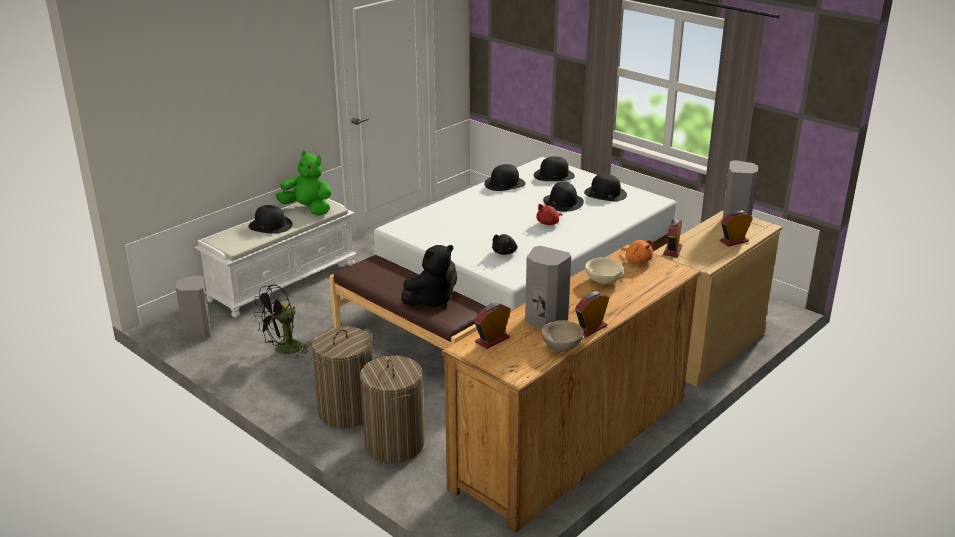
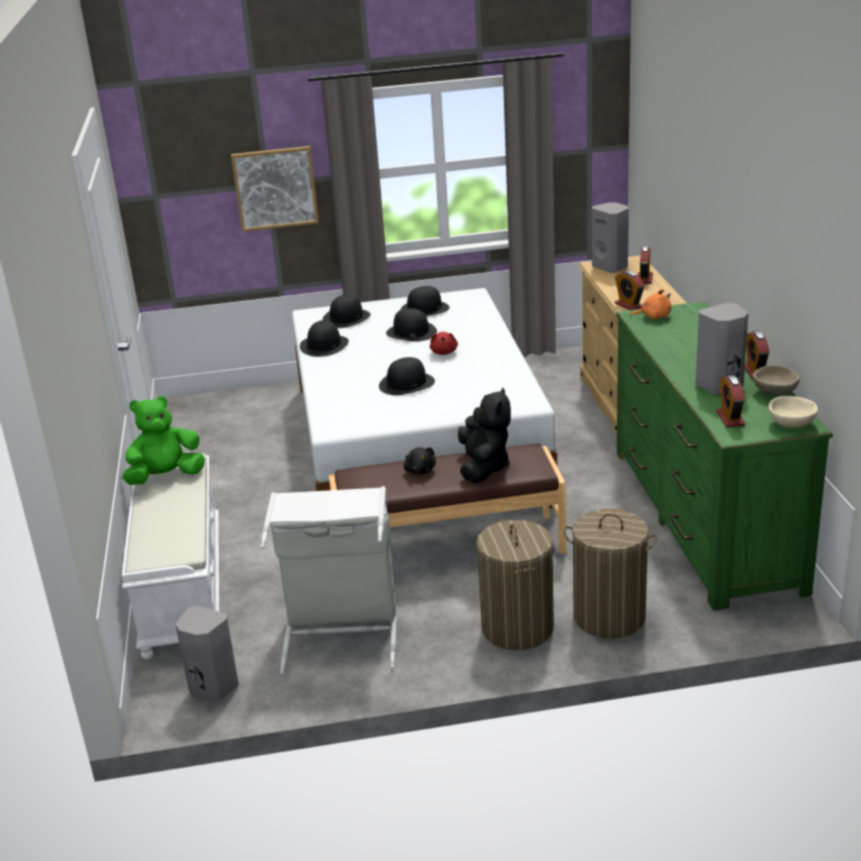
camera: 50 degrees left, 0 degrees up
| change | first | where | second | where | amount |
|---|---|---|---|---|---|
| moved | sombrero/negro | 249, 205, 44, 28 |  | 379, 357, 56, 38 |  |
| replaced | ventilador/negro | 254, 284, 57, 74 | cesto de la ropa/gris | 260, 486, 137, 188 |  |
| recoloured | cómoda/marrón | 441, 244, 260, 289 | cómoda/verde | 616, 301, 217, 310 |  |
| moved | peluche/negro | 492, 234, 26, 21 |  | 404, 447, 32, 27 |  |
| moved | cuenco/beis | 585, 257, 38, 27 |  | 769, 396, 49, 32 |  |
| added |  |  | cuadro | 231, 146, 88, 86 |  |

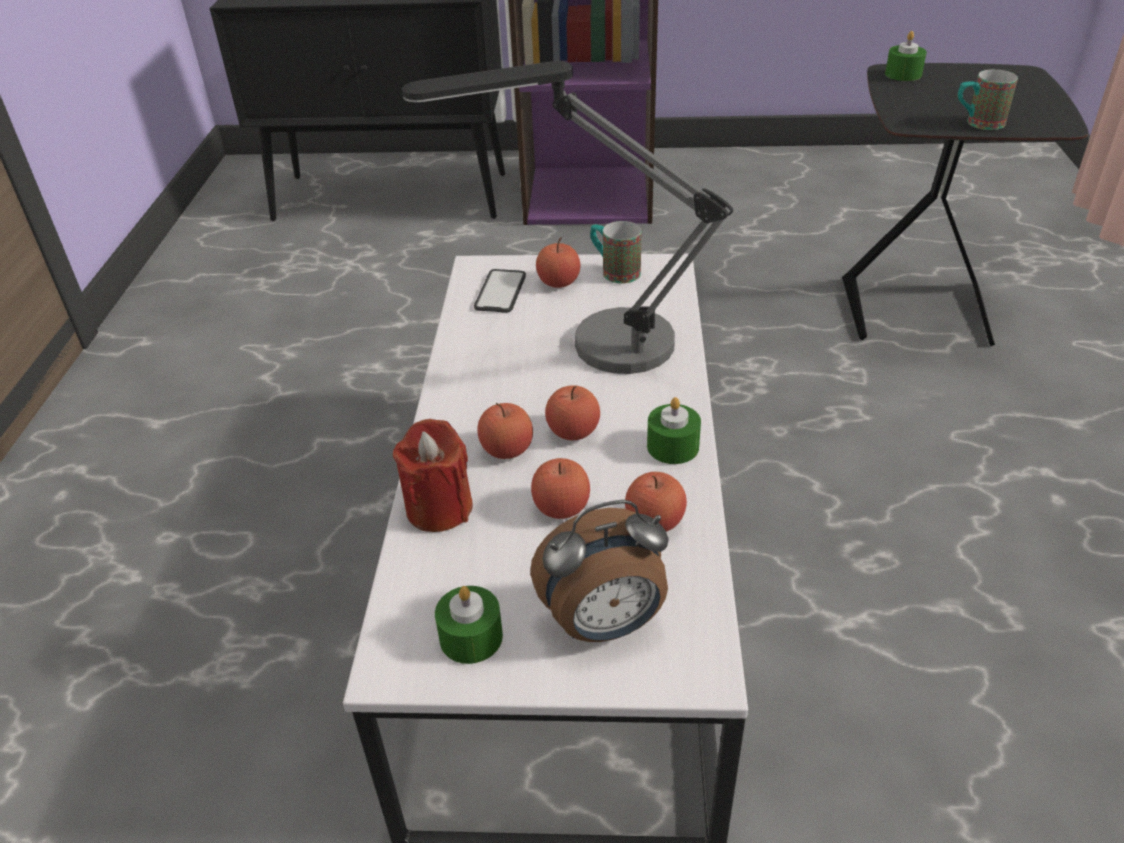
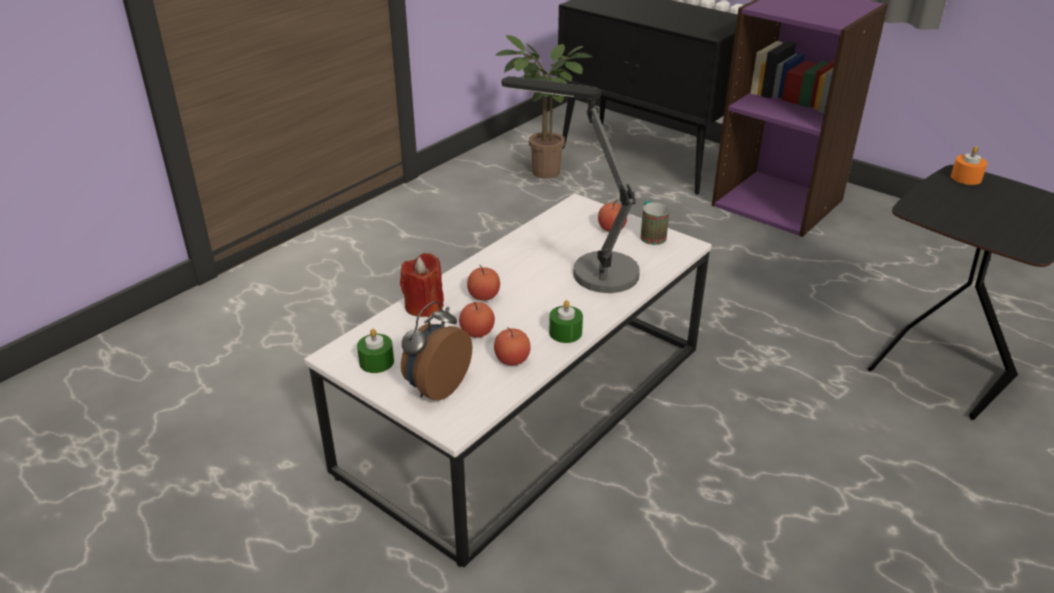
camera: 35 degrees right, 5 degrees down
| change | first | where | second | where | amount |
|---|---|---|---|---|---|
| removed | móvil | 474, 269, 52, 44 |  |  |  |
| turned | despertador | 530, 500, 139, 142 |  | 401, 301, 72, 100 | 105 degrees clockwise |
| removed | manzana | 545, 385, 55, 55 |  |  |  |
| recoloured | vela/verde | 885, 31, 42, 50 | vela/naranja | 951, 146, 37, 39 |  |
| removed | taza grande | 958, 69, 60, 61 |  |  |  |
| added |  |  | planta en maceta | 495, 35, 98, 144 |  |

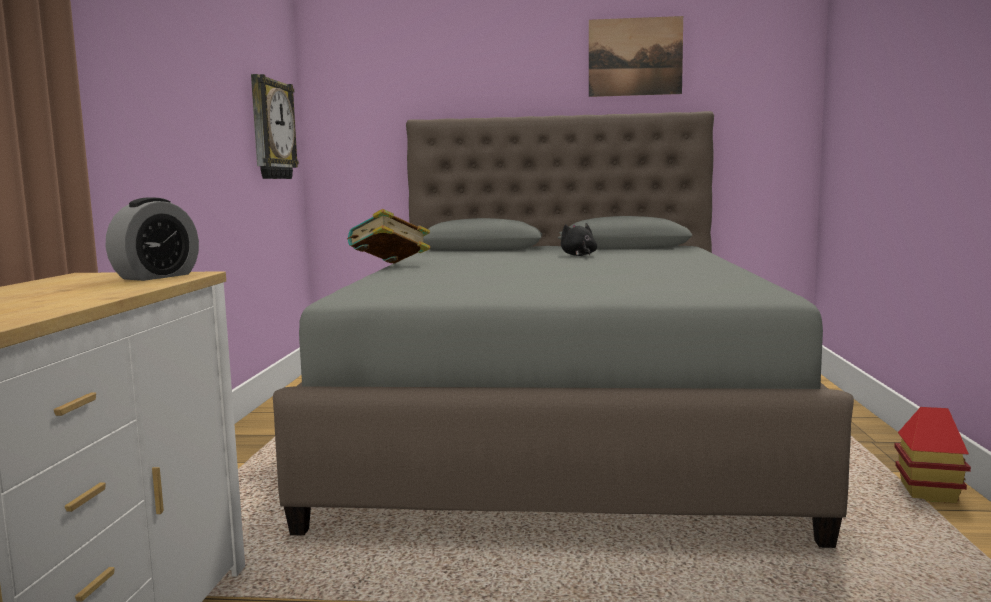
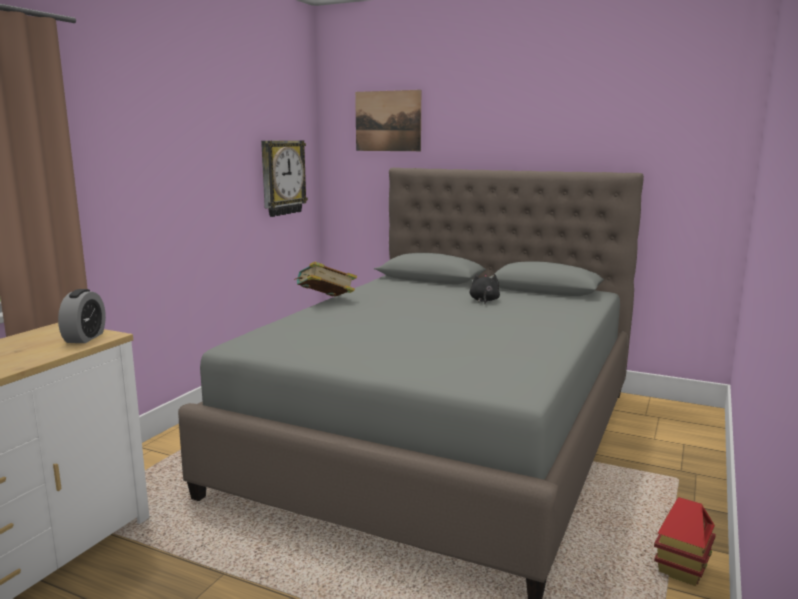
camera: 20 degrees right, 5 degrees up
| change | first | where | second | where | amount |
|---|---|---|---|---|---|
| turned | despertador | 106, 198, 93, 83 |  | 58, 289, 48, 54 | 45 degrees counterclockwise |
| moved | cuadro | 589, 16, 94, 81 |  | 355, 90, 66, 61 |  |

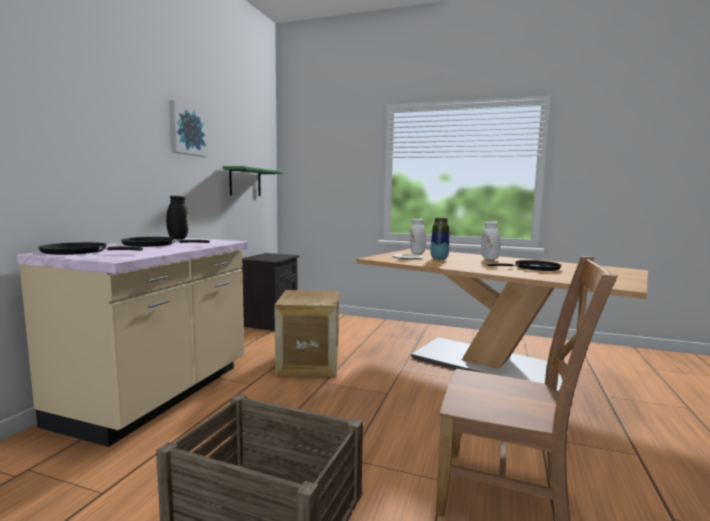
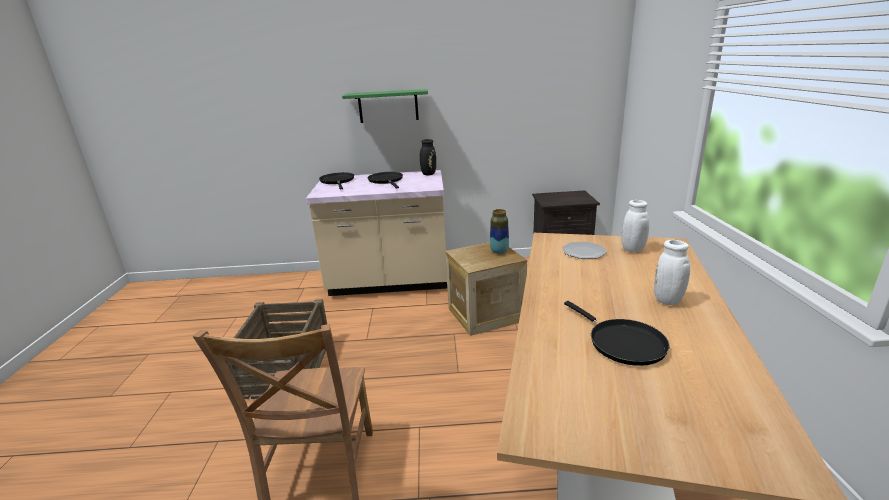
camera: 70 degrees right, 15 degrees up
| change | first | where | second | where | amount |
|---|---|---|---|---|---|
| removed | cuadro | 169, 100, 39, 57 |  |  |  |
| moved | estante/verde | 223, 166, 60, 30 |  | 342, 89, 86, 34 |  |
| moved | florero | 431, 218, 18, 42 |  | 490, 209, 19, 45 |  |

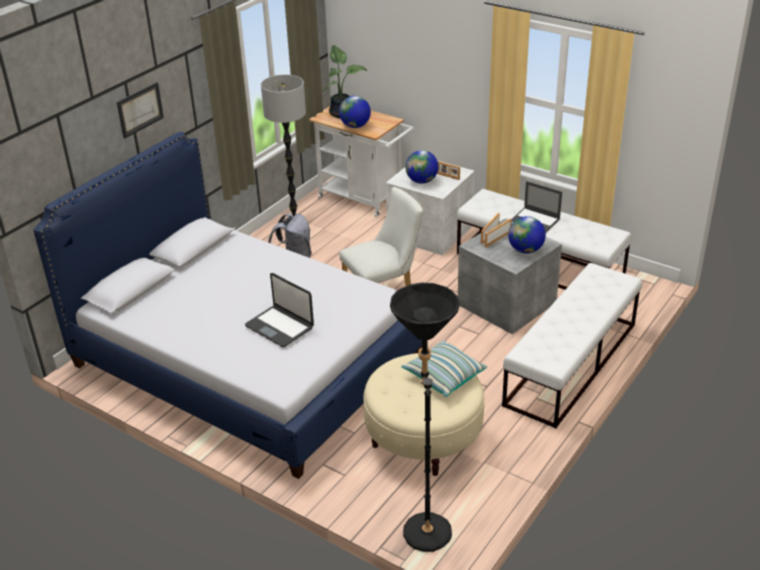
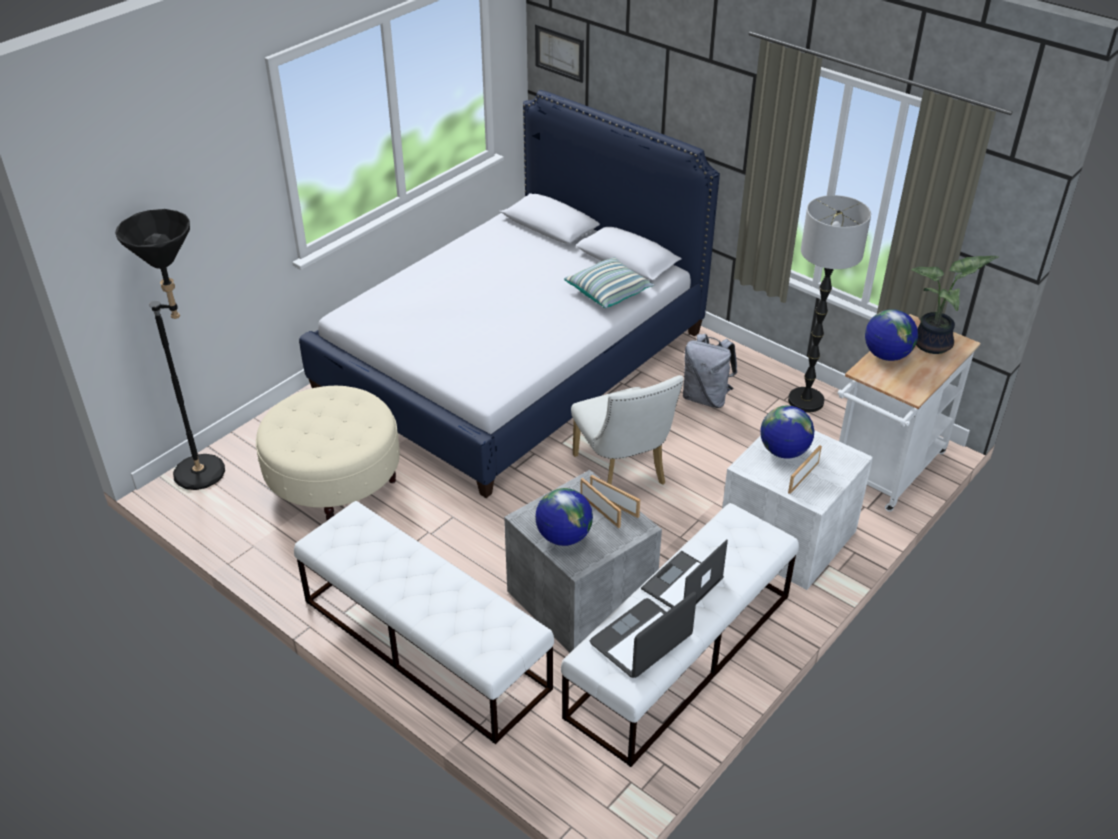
camera: 95 degrees right, 5 degrees up
| change | first | where | second | where | amount |
|---|---|---|---|---|---|
| moved | cuadro | 117, 82, 47, 57 |  | 535, 24, 49, 59 |  |
| moved | portátil | 245, 273, 69, 74 |  | 590, 592, 107, 86 |  |
| moved | cojín | 401, 340, 86, 57 |  | 564, 257, 90, 51 |  |

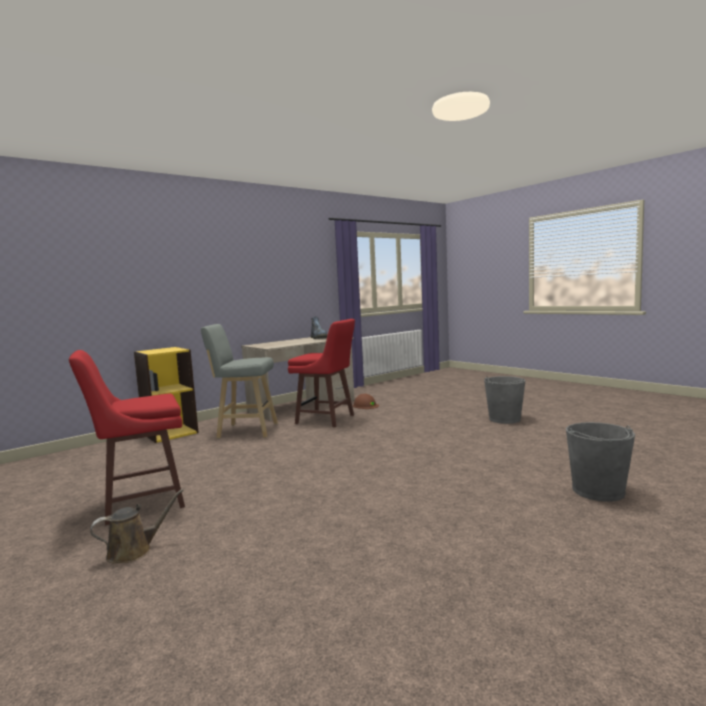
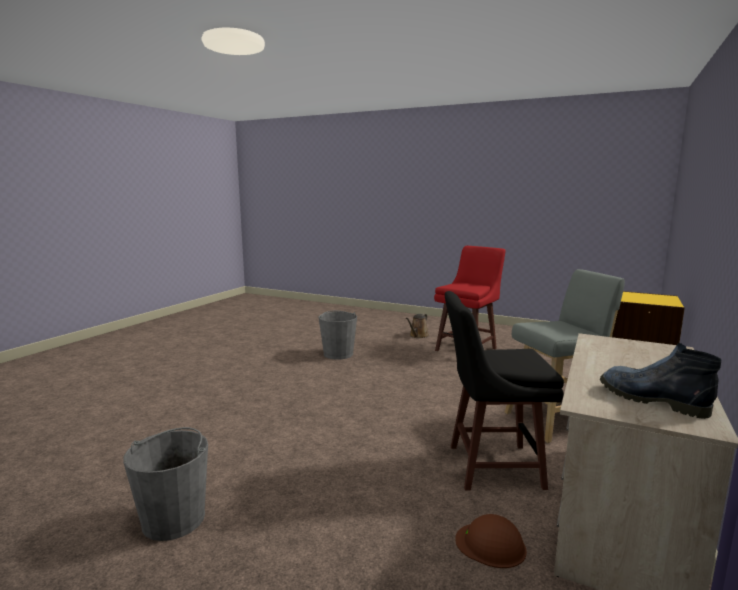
camera: 155 degrees right, 5 degrees up
| change | first | where | second | where | amount |
|---|---|---|---|---|---|
| recoloured | taburete/rojo | 288, 319, 67, 108 | taburete/negro | 445, 291, 119, 199 |  |
| moved | cubo/gris | 566, 422, 69, 80 |  | 319, 311, 38, 49 |  |

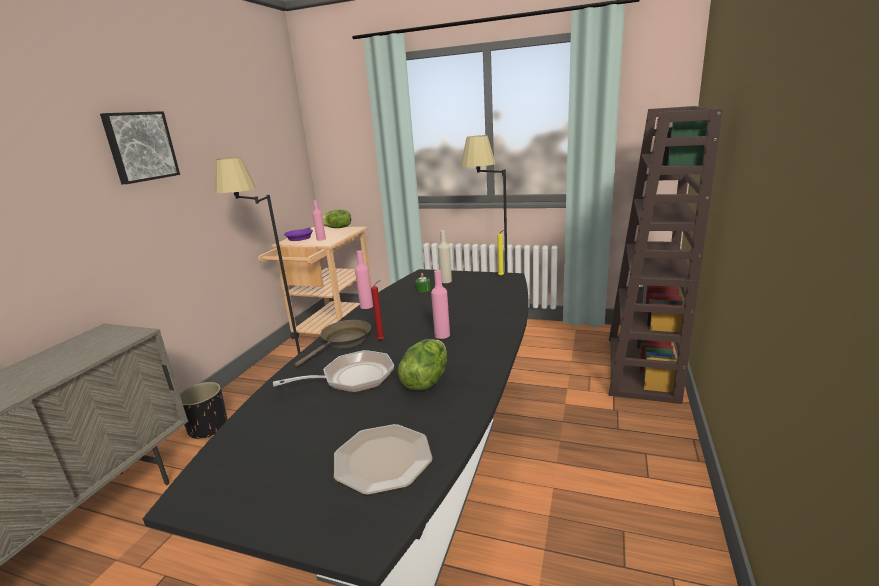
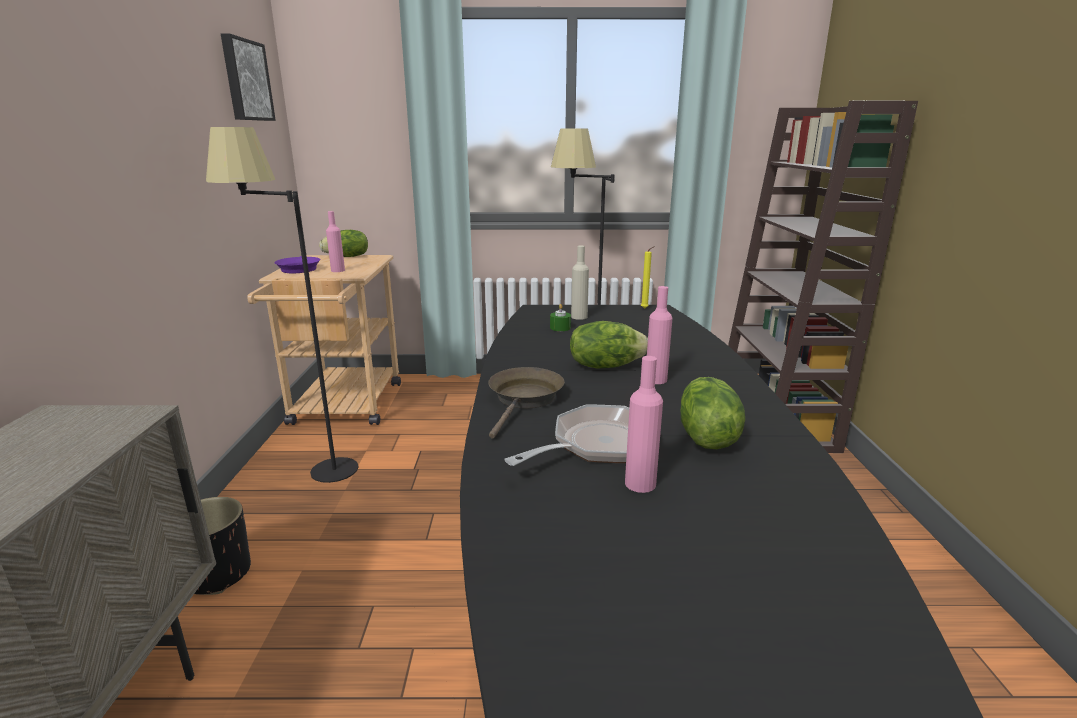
camera: 20 degrees left, 0 degrees up
| change | first | where | second | where | amount |
|---|---|---|---|---|---|
| moved | cuadro | 100, 111, 80, 73 |  | 221, 34, 55, 87 |  |
| removed | plato | 334, 424, 99, 71 |  |  |  |
| moved | botella/rosa | 355, 250, 18, 59 |  | 625, 356, 38, 137 |  |
| removed | vela/rojo | 371, 280, 13, 60 |  |  |  |
| added |  |  | lechuga | 570, 321, 78, 47 |  |

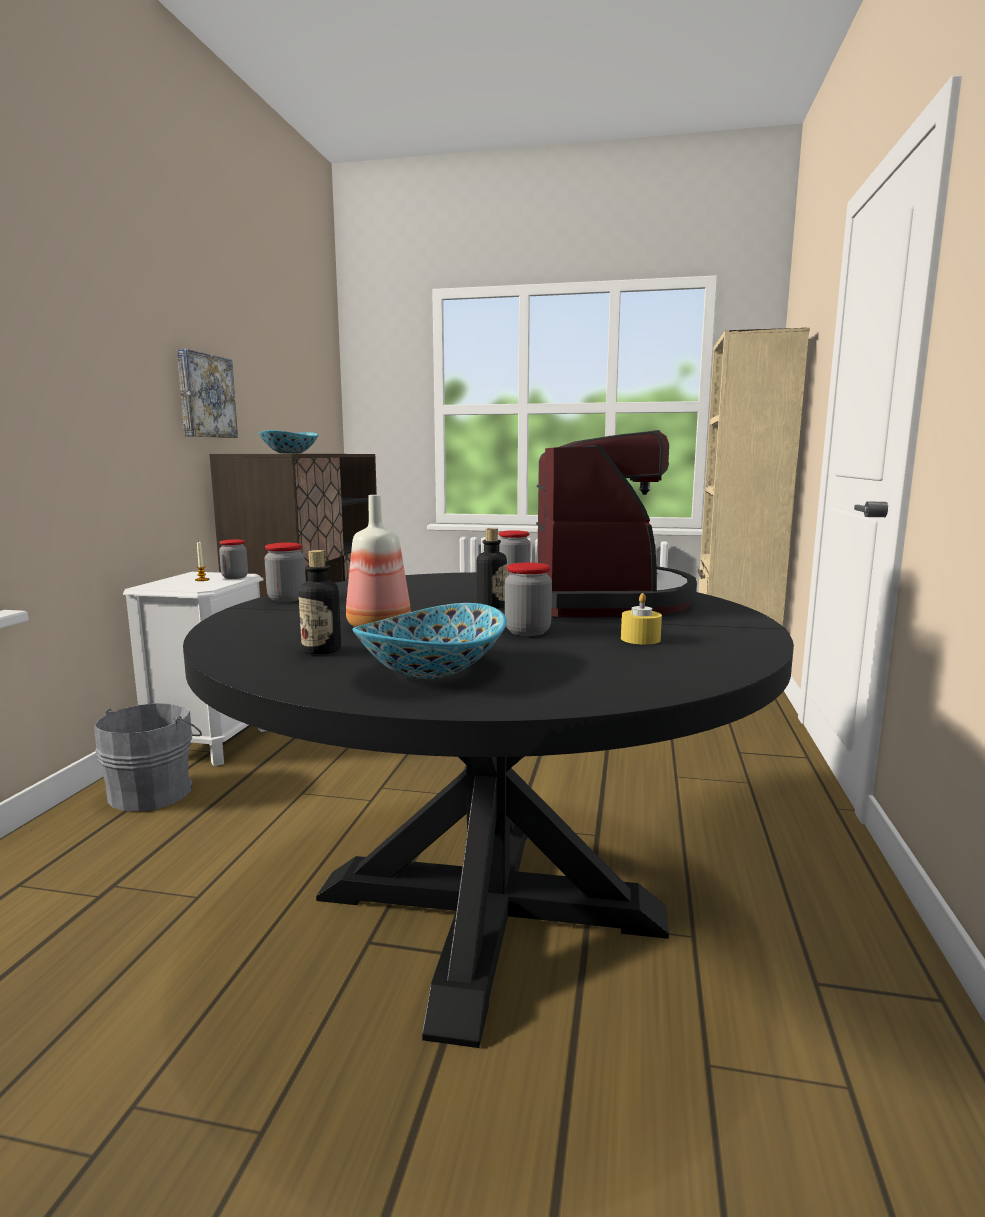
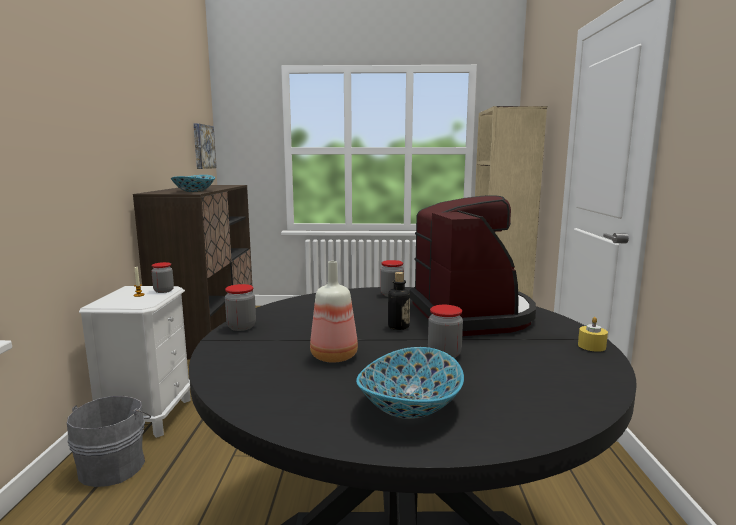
camera: 10 degrees left, 0 degrees up
| change | first | where | second | where | amount |
|---|---|---|---|---|---|
| moved | cuadro | 177, 349, 61, 89 |  | 193, 123, 24, 46 |  |
| removed | botella | 299, 550, 42, 105 |  |  |  |
| moved | vela/amarillo | 621, 593, 41, 52 |  | 578, 317, 30, 35 |  |

